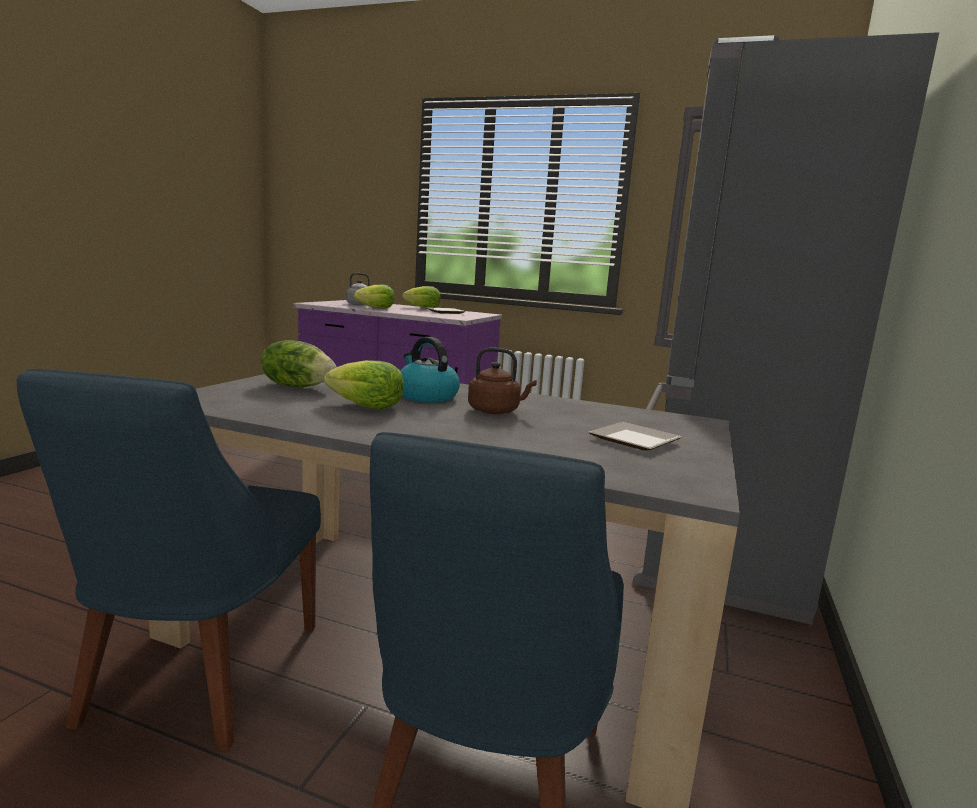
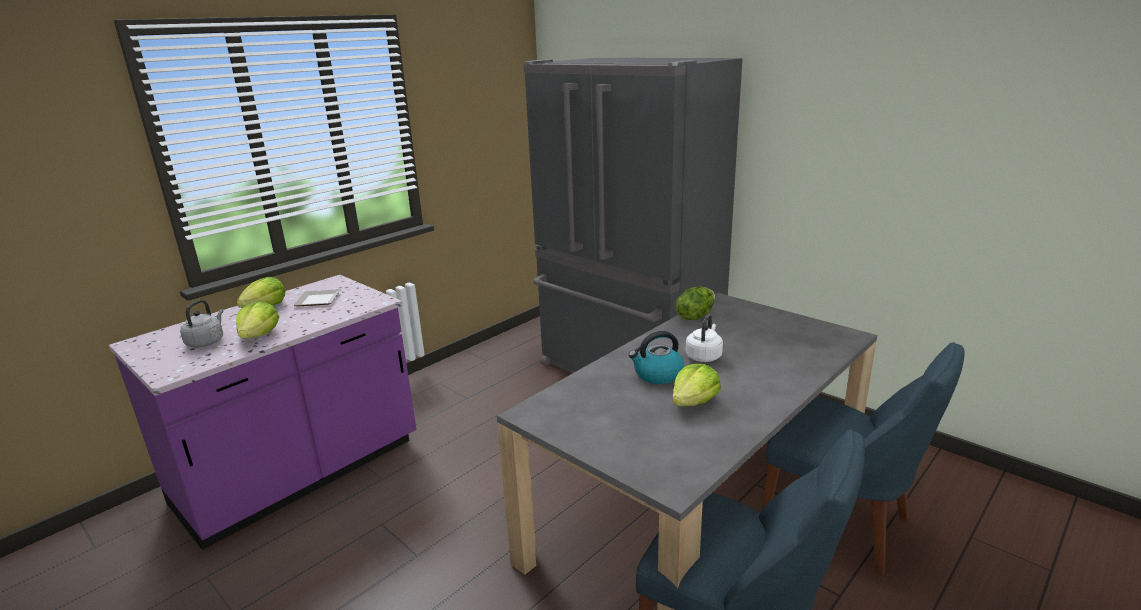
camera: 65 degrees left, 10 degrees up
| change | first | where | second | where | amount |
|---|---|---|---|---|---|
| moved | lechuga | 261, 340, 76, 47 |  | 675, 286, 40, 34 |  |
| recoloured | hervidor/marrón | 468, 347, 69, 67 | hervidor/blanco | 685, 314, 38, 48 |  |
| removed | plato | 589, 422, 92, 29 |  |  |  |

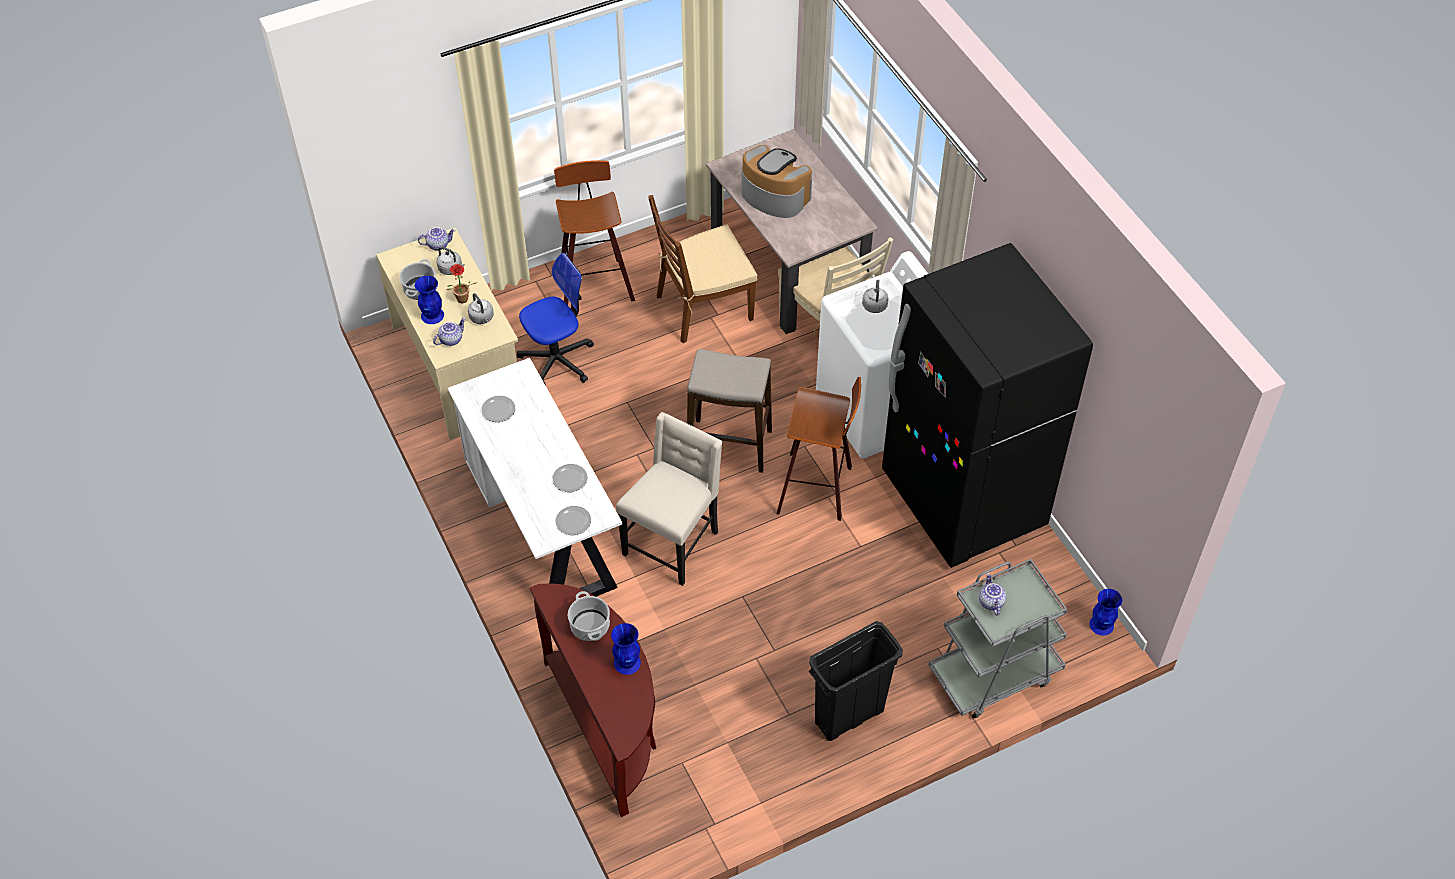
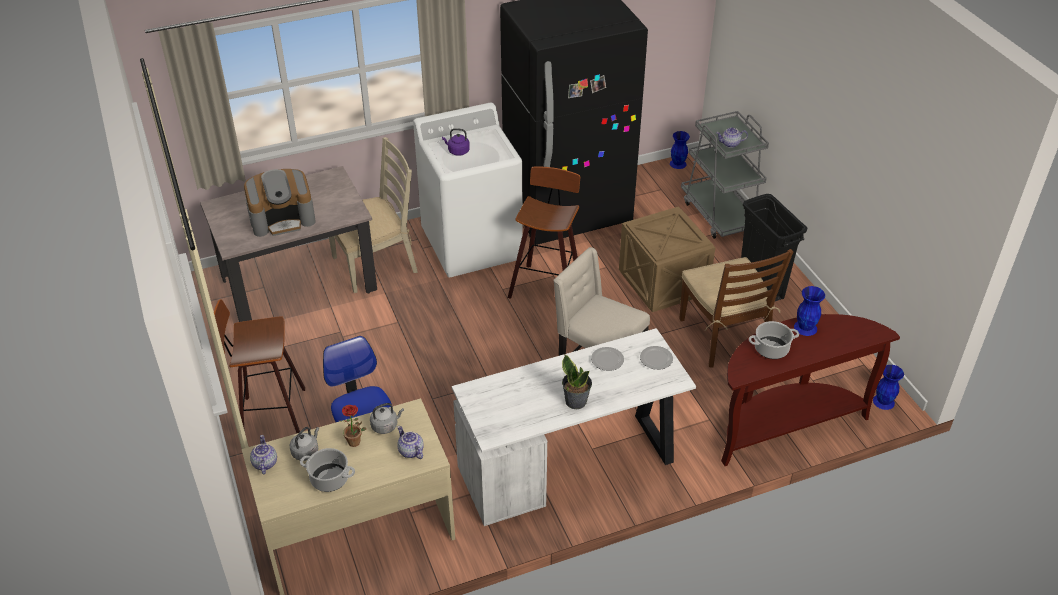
camera: 85 degrees left, 10 degrees down
| change | first | where | second | where | amount |
|---|---|---|---|---|---|
| moved | florero/azul | 415, 276, 29, 48 |  | 873, 365, 31, 45 |  |
| removed | plato | 481, 396, 34, 26 |  |  |  |
| moved | silla/marrón | 648, 195, 109, 149 |  | 679, 249, 115, 118 |  |
| removed | taburete | 687, 349, 85, 124 |  |  |  |
| turned | cafetera | 741, 145, 71, 73 |  | 244, 169, 72, 68 | 150 degrees counterclockwise |
| recoloured | hervidor/gris | 862, 279, 27, 34 | hervidor/morado | 442, 128, 28, 28 |  |
| added |  |  | planta en maceta | 562, 355, 30, 54 |  |
| added |  |  | caja de embalaje | 619, 206, 97, 106 |  |

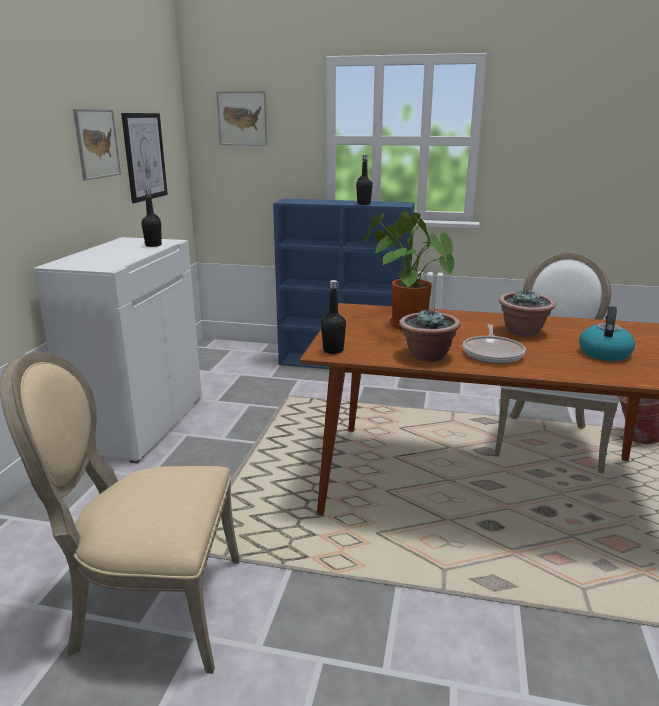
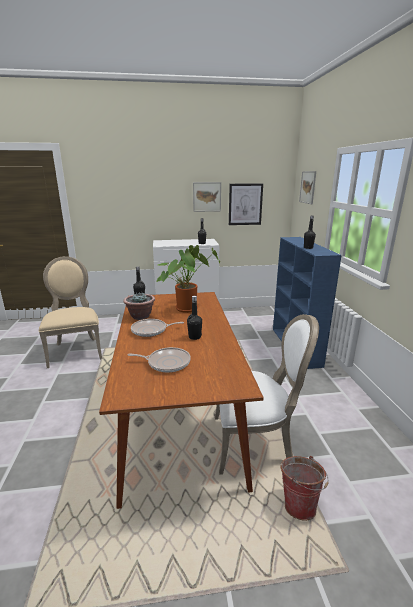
camera: 70 degrees right, 0 degrees up
| change | first | where | second | where | amount |
|---|---|---|---|---|---|
| replaced | planta en maceta | 499, 289, 57, 48 | botella/negro | 187, 296, 15, 44 |  |
| replaced | hervidor | 579, 306, 56, 55 | sartén | 127, 347, 64, 25 |  |

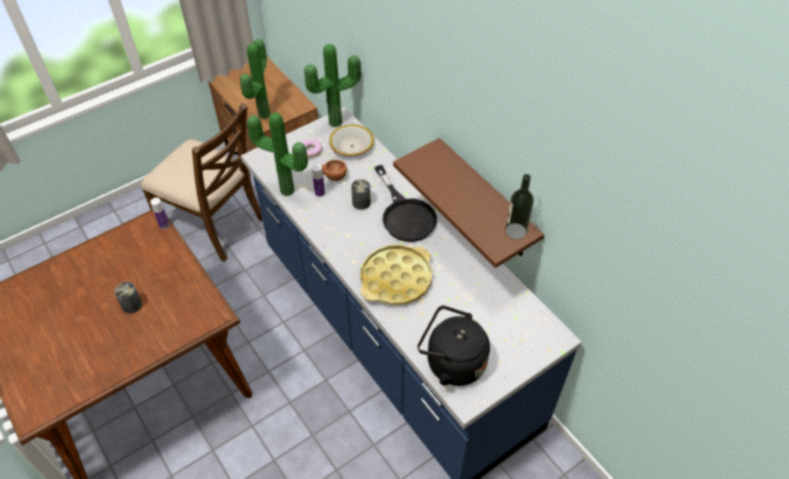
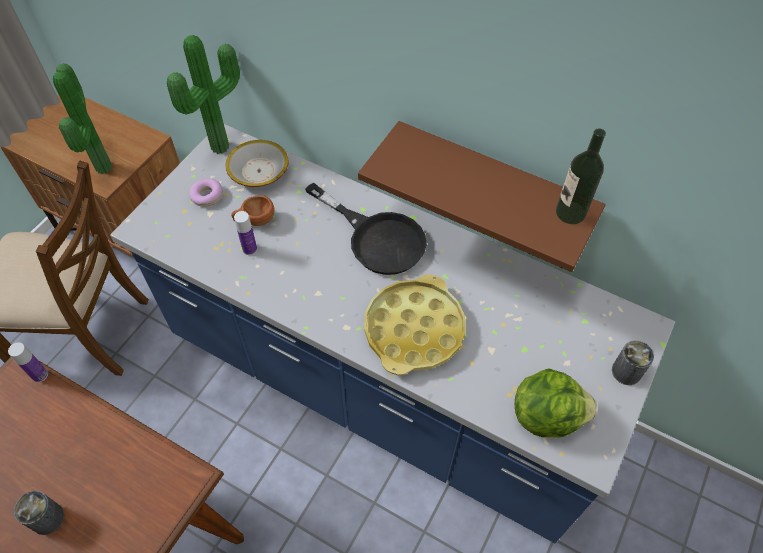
camera: 25 degrees left, 5 degrees up
| change | first | where | second | where | amount |
|---|---|---|---|---|---|
| removed | planta en maceta | 247, 112, 61, 84 |  |  |  |
| moved | lata | 351, 179, 20, 31 |  | 612, 340, 42, 45 |  |
| replaced | hervidor/negro | 418, 305, 72, 81 | lechuga | 515, 368, 83, 70 |  |

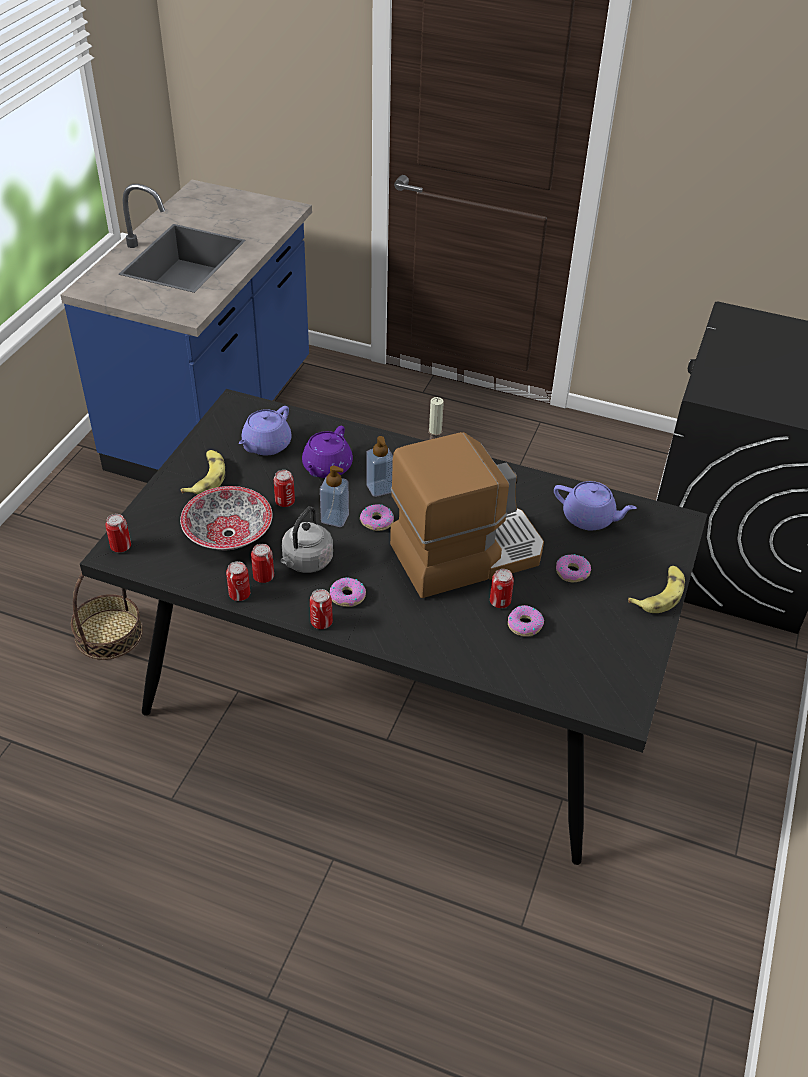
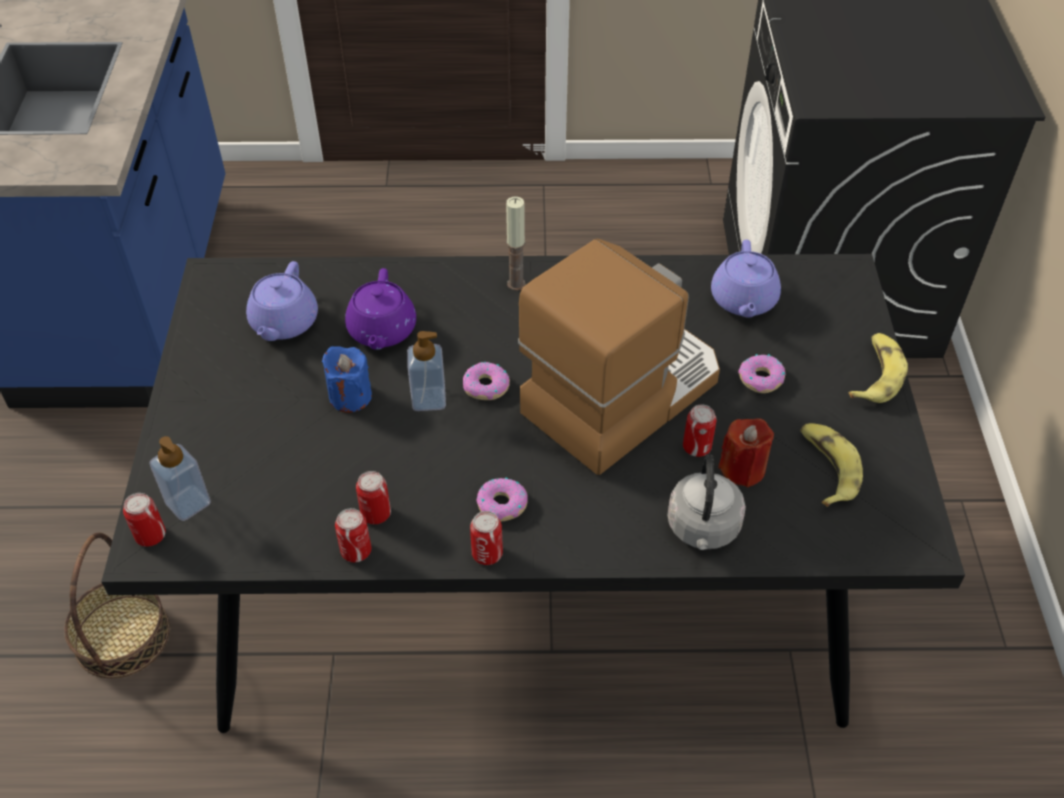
camera: 20 degrees left, 5 degrees up
| change | first | where | second | where | amount |
|---|---|---|---|---|---|
| moved | plátano | 180, 450, 46, 44 |  | 800, 423, 63, 84 |  |
| removed | cuenco | 180, 486, 93, 64 |  |  |  |
| replaced | lata | 274, 470, 21, 37 | vela/azul | 322, 346, 50, 67 |  |
| moved | hervidor/gris | 281, 506, 52, 67 |  | 667, 454, 79, 96 |  |
| moved | dispensador de jabón | 366, 436, 27, 61 |  | 149, 436, 62, 85 |  |
| replaced | rosquilla | 508, 605, 36, 32 | vela/rojo | 718, 419, 56, 68 |  |
| turned | tetera/morado | 554, 481, 83, 49 |  | 711, 240, 70, 78 | 90 degrees clockwise |

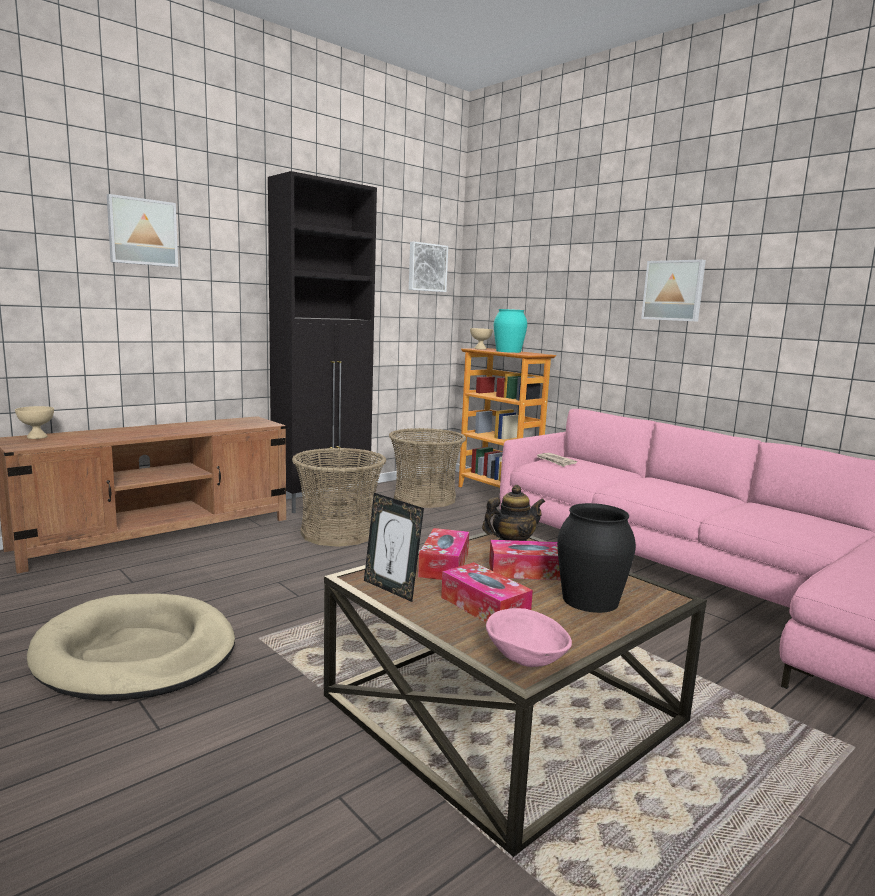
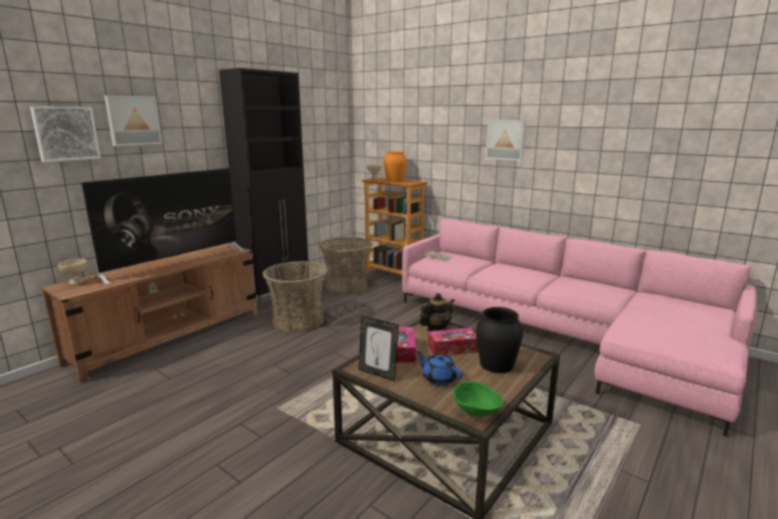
camera: 10 degrees left, 5 degrees up
| change | first | where | second | where | amount |
|---|---|---|---|---|---|
| removed | cama para perro/beis | 27, 594, 208, 107 |  |  |  |
| moved | cuadro | 409, 241, 39, 51 |  | 30, 106, 71, 56 |  |
| replaced | caja de pañuelos | 441, 562, 92, 61 | tetera/azul | 417, 351, 46, 34 |  |
| recoloured | cuenco/rosa | 486, 608, 86, 59 | cuenco/verde | 453, 381, 51, 36 |  |
| recoloured | florero/turquesa | 494, 309, 33, 44 | florero/naranja | 384, 151, 23, 31 |  |
| added |  |  | televisor | 82, 168, 162, 117 |  |

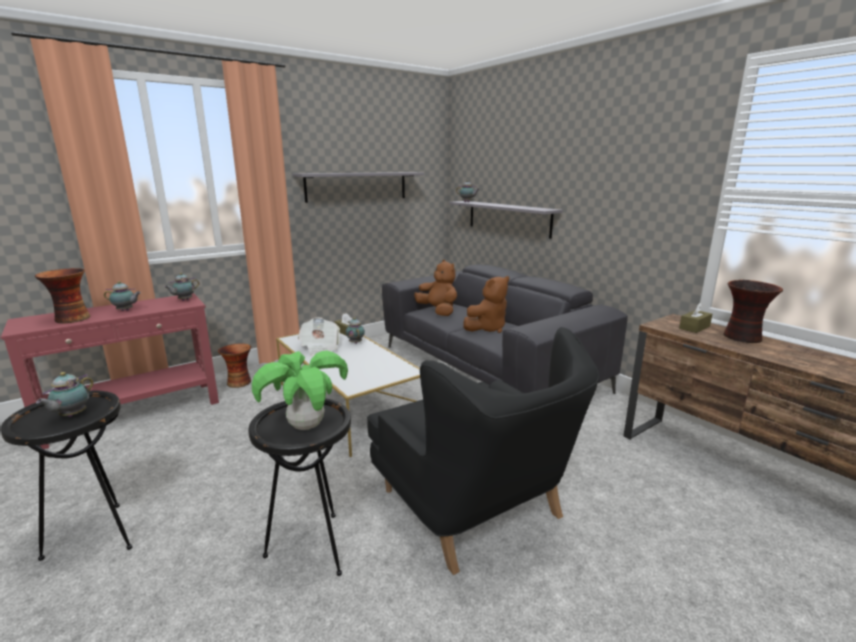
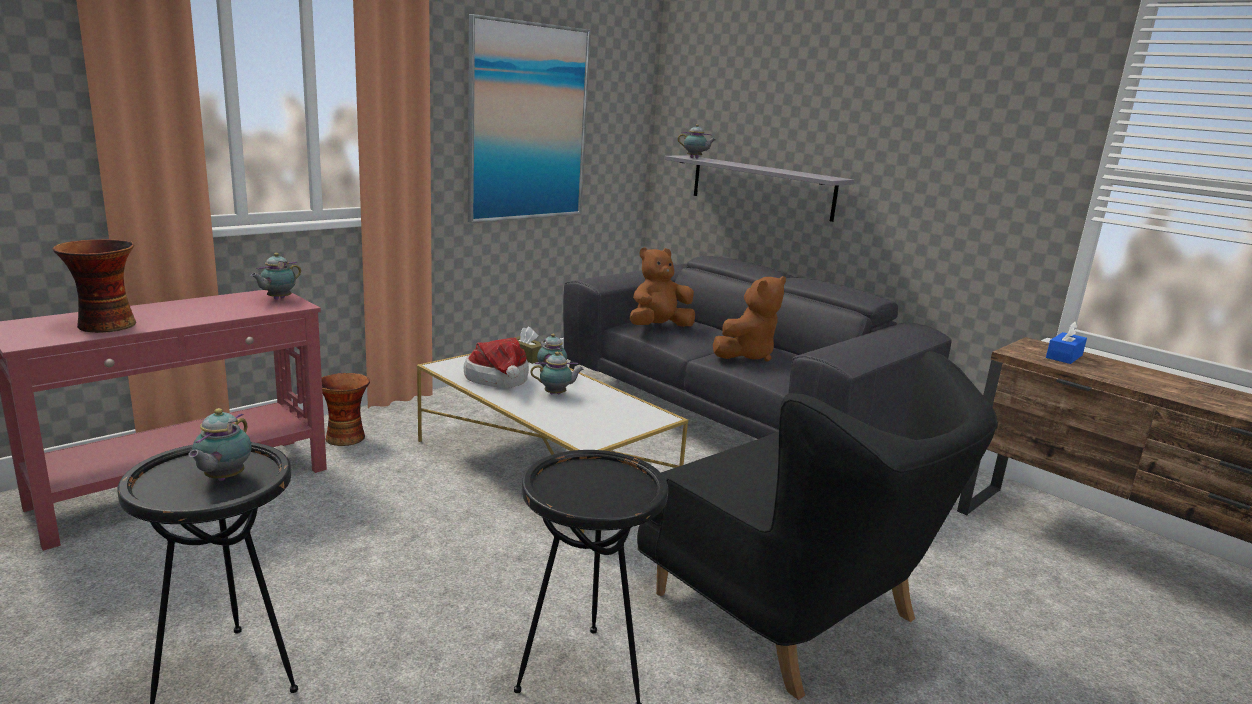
camera: 10 degrees left, 0 degrees up
| change | first | where | second | where | amount |
|---|---|---|---|---|---|
| moved | tetera | 104, 281, 37, 30 |  | 530, 352, 54, 42 |  |
| removed | planta en maceta | 252, 351, 96, 79 |  |  |  |
| replaced | estante/gris | 293, 172, 131, 31 | cuadro | 468, 14, 122, 209 |  |
| replaced | periódico | 298, 317, 42, 39 | sombrero | 464, 338, 65, 50 |  |
| turned | peluche/marrón | 414, 260, 43, 56 |  | 630, 247, 65, 80 | 75 degrees counterclockwise |
| recoloured | caja de pañuelos/marrón | 679, 302, 33, 31 | caja de pañuelos/azul | 1046, 321, 41, 43 |  |
| removed | florero | 723, 280, 60, 63 |  |  |  |

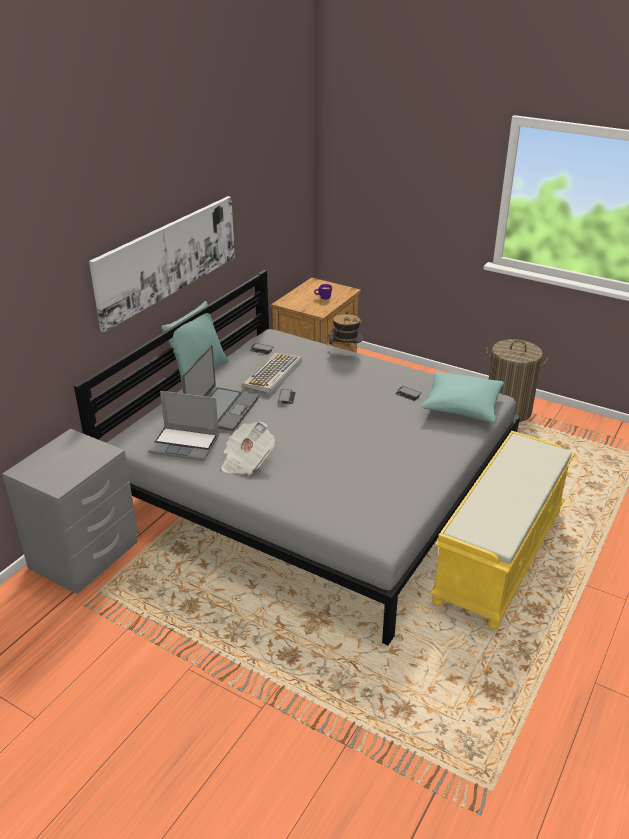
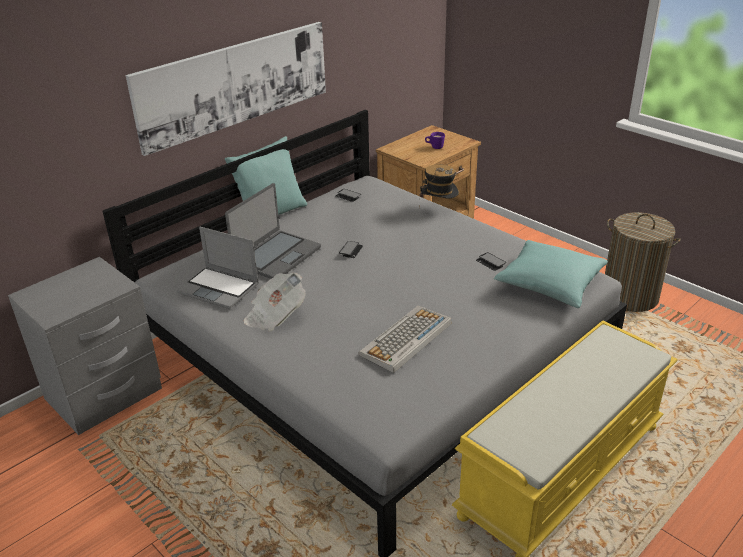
camera: 15 degrees right, 0 degrees up
| change | first | where | second | where | amount |
|---|---|---|---|---|---|
| moved | teclado | 243, 353, 59, 40 |  | 358, 306, 93, 67 |  |

